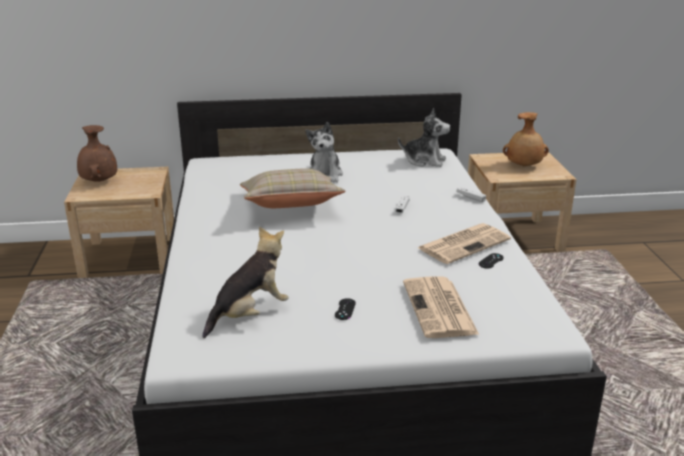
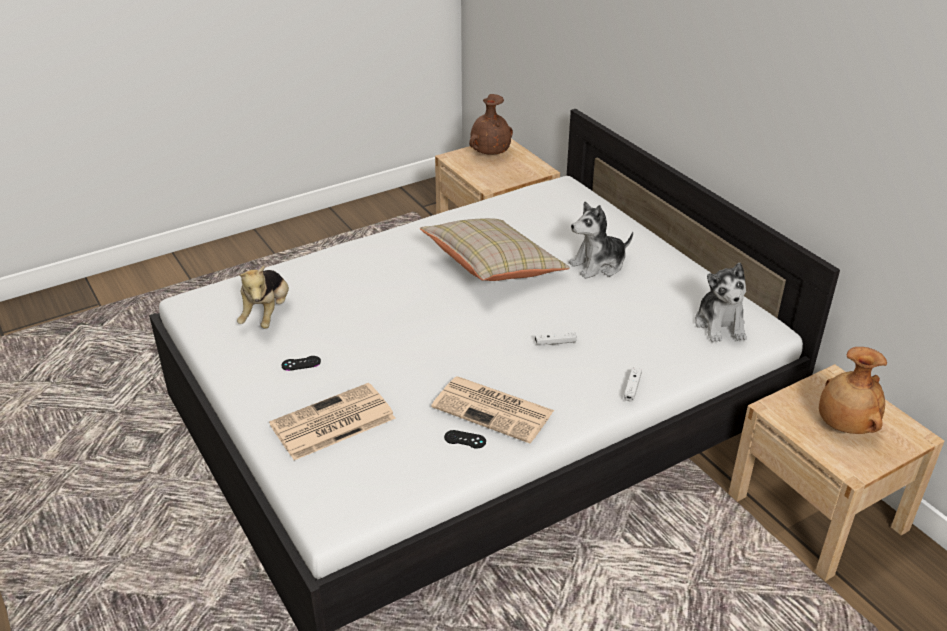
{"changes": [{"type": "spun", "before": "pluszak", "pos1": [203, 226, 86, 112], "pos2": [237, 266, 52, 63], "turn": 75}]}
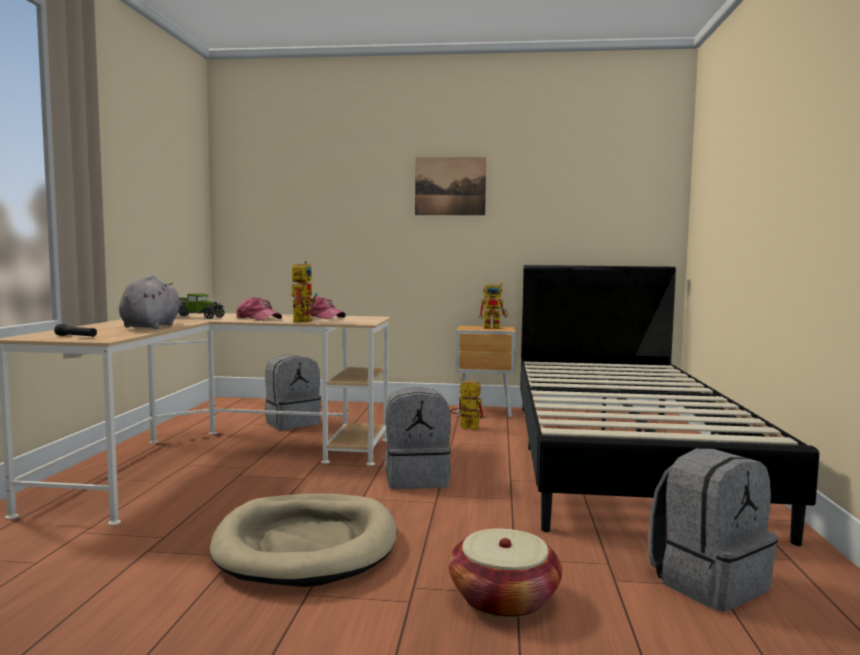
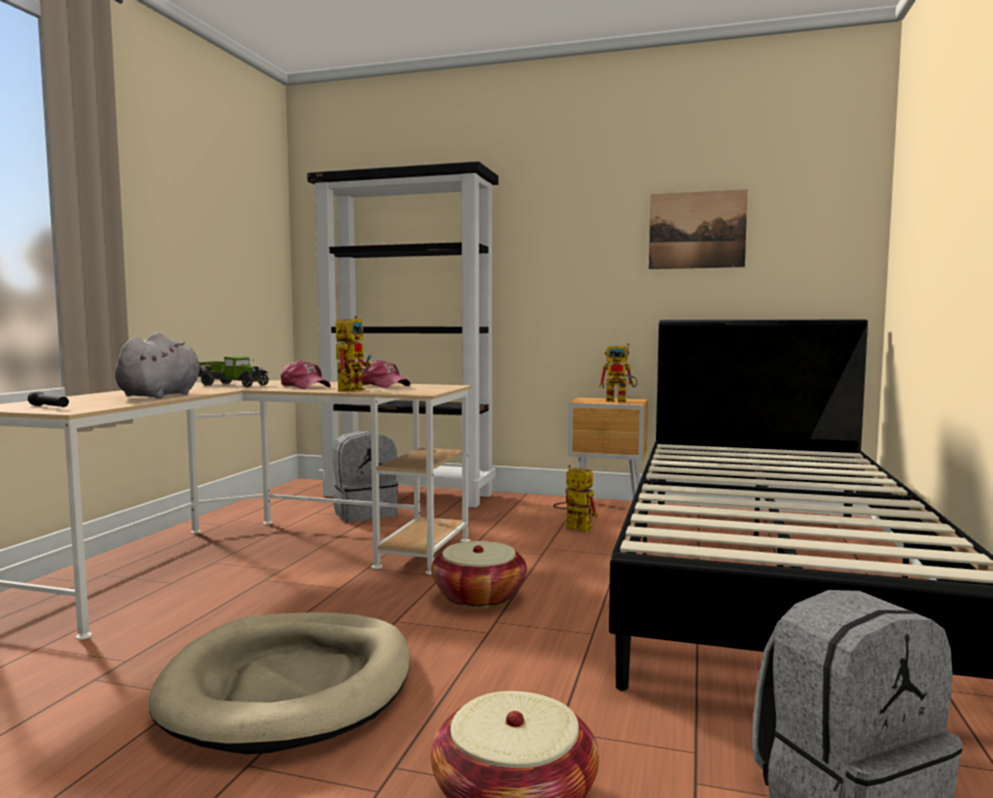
{"changes": [{"type": "appeared", "after": "regał (czarny)", "pos2": [307, 161, 191, 346]}, {"type": "exchanged", "before": "plecak (szary)", "after": "koszyk", "pos1": [385, 387, 67, 102], "pos2": [431, 541, 96, 68]}, {"type": "relocated", "before": "obraz", "pos1": [415, 157, 71, 58], "pos2": [649, 189, 99, 80]}]}
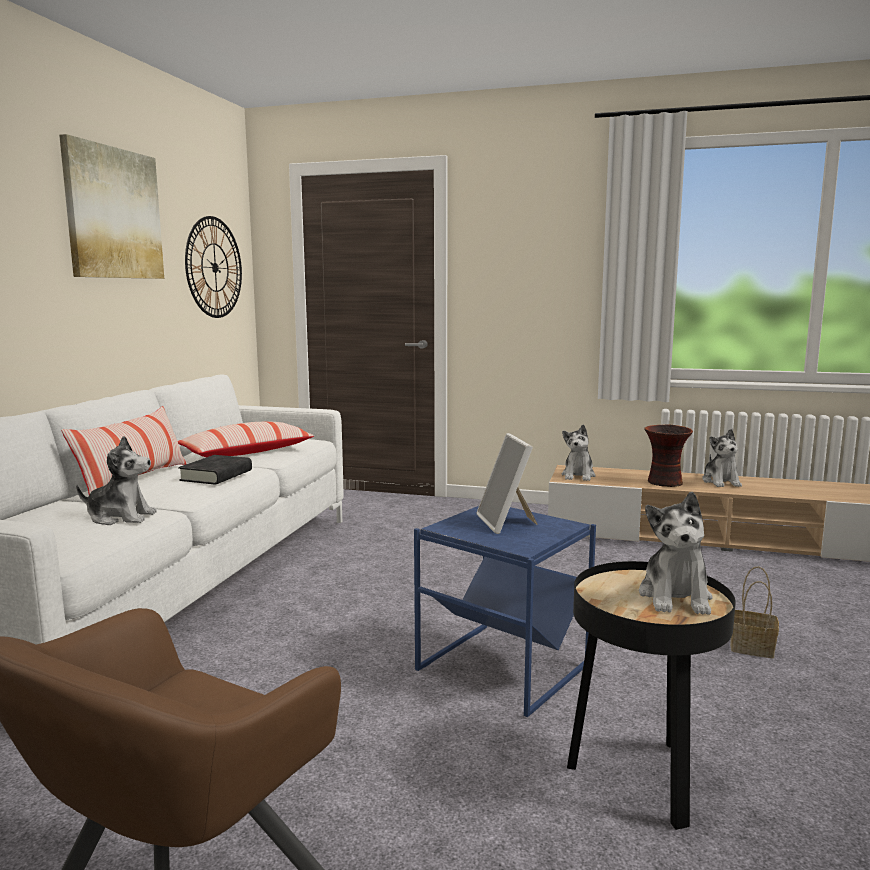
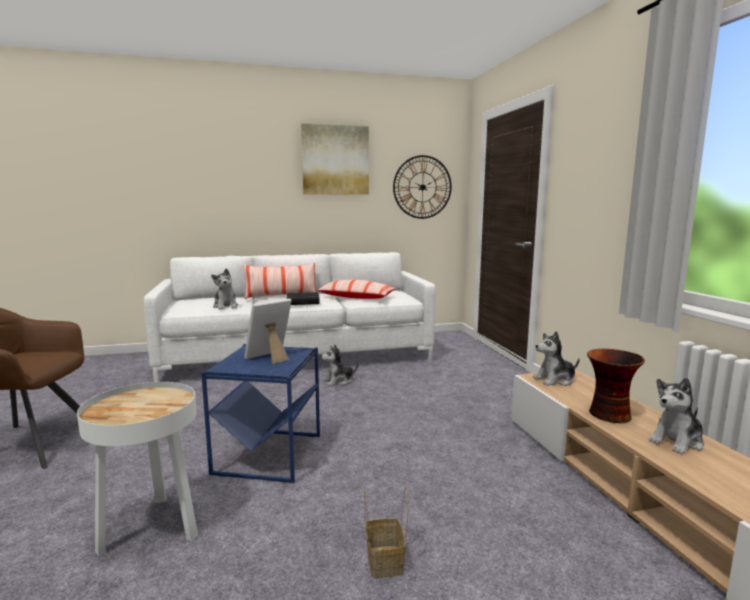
{"changes": [{"type": "colour", "before": "stolik (czarny)", "after": "stolik (biały)", "pos1": [567, 561, 169, 269], "pos2": [77, 382, 121, 175]}, {"type": "relocated", "before": "pluszak", "pos1": [639, 492, 74, 123], "pos2": [321, 344, 37, 42]}]}
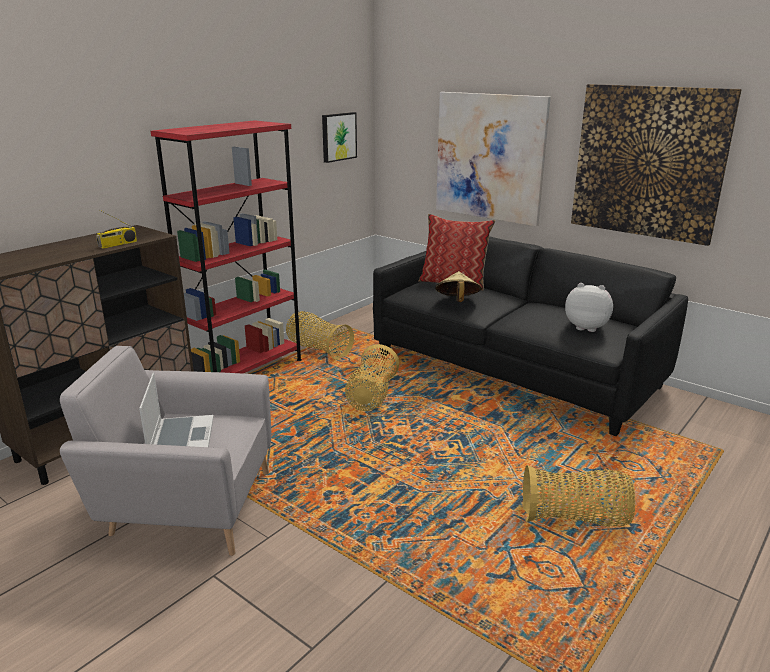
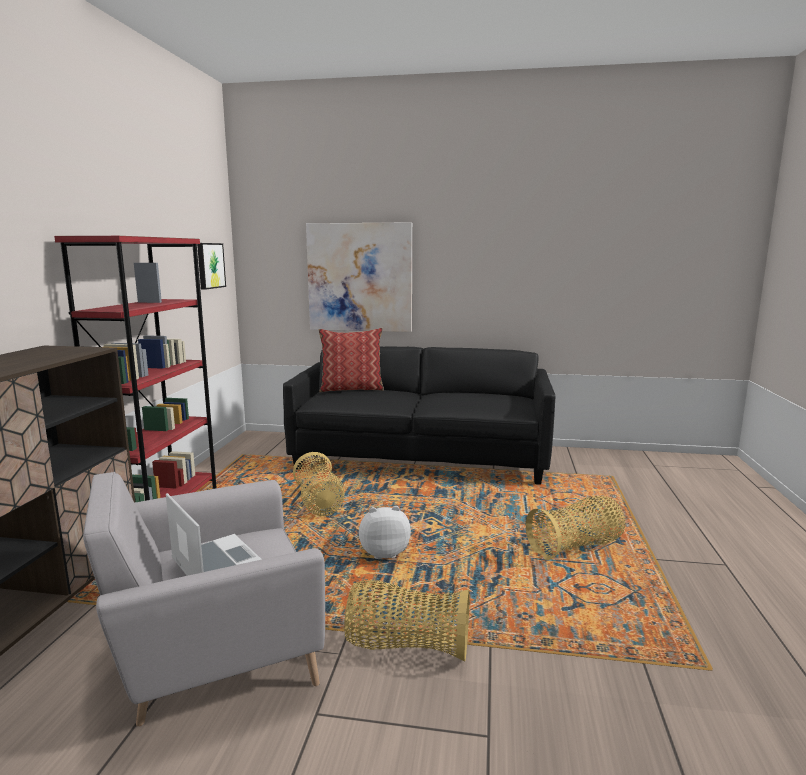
{"changes": [{"type": "relocated", "before": "koszyk", "pos1": [286, 311, 68, 49], "pos2": [344, 581, 126, 80]}, {"type": "relocated", "before": "pluszak", "pos1": [565, 283, 48, 49], "pos2": [359, 506, 52, 53]}, {"type": "missing", "before": "radio", "pos1": [96, 210, 41, 39]}, {"type": "missing", "before": "kapelusz (beżowy)", "pos1": [435, 271, 47, 31]}, {"type": "missing", "before": "obraz", "pos1": [571, 84, 171, 162]}]}
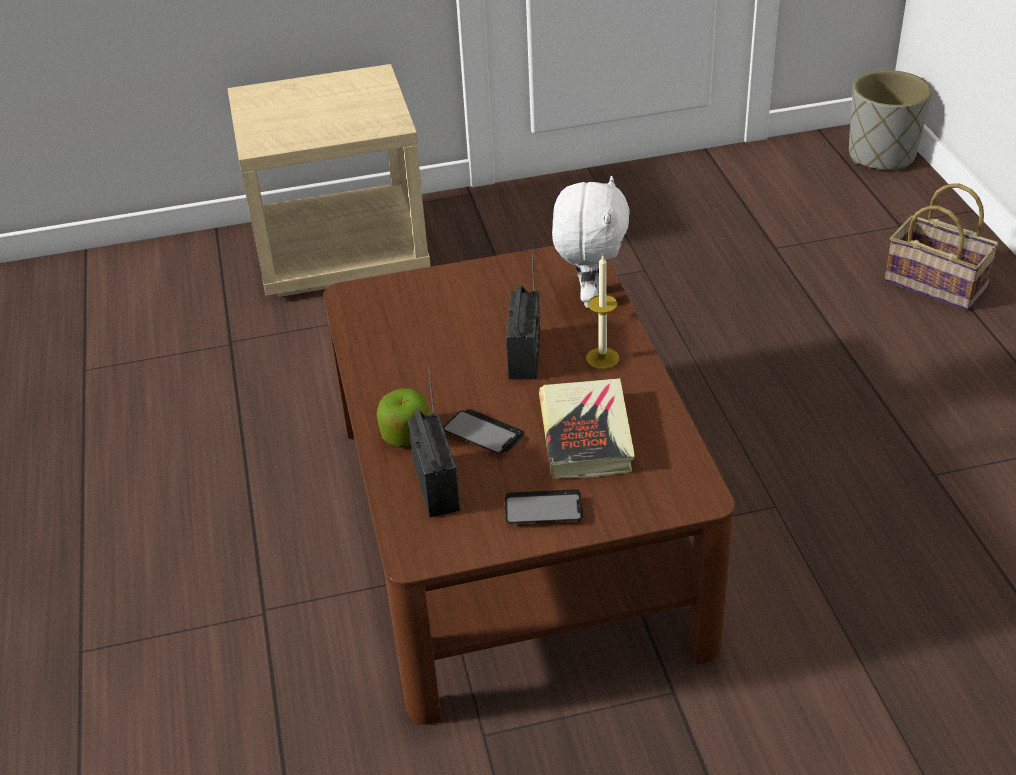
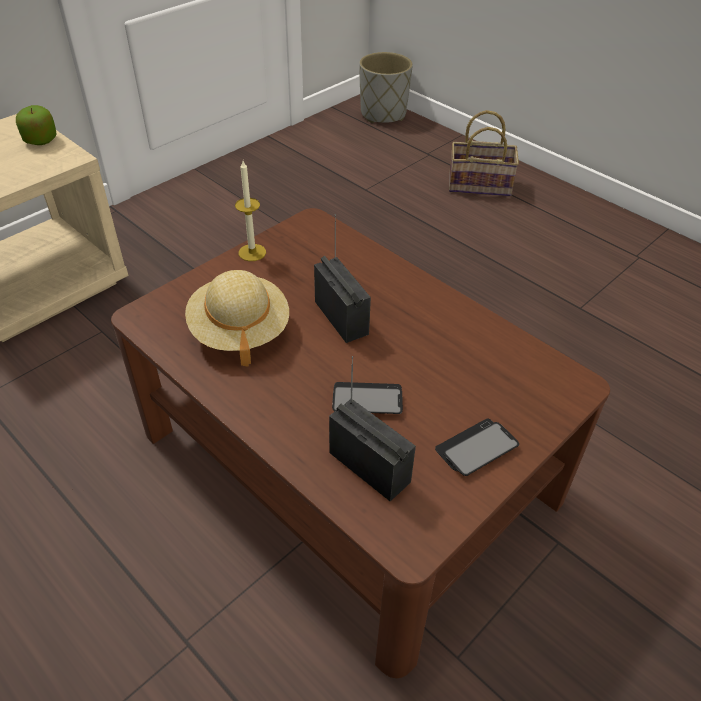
{"changes": [{"type": "relocated", "before": "jabłko", "pos1": [377, 388, 52, 58], "pos2": [16, 105, 41, 40]}, {"type": "appeared", "after": "kapelusz (beżowy)", "pos2": [185, 270, 104, 97]}, {"type": "relocated", "before": "świeca", "pos1": [586, 256, 33, 113], "pos2": [235, 161, 31, 100]}, {"type": "missing", "before": "książka", "pos1": [539, 378, 96, 101]}, {"type": "missing", "before": "pluszak (biały)", "pos1": [552, 176, 78, 132]}]}
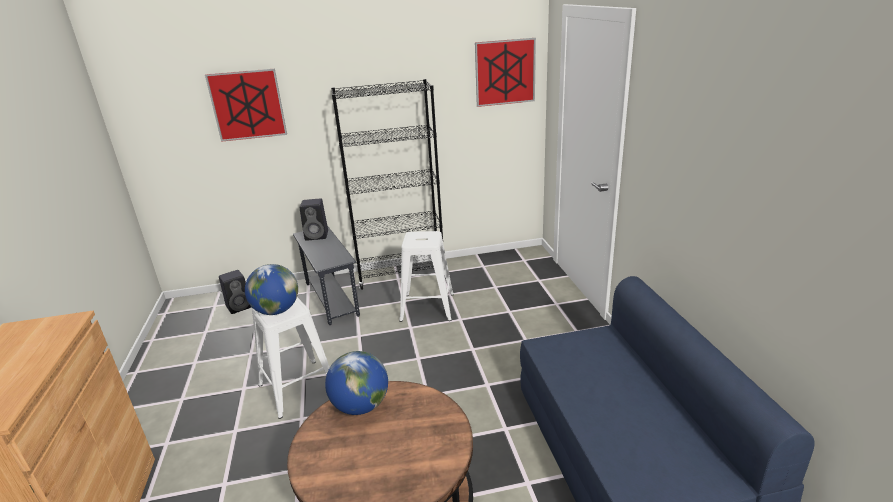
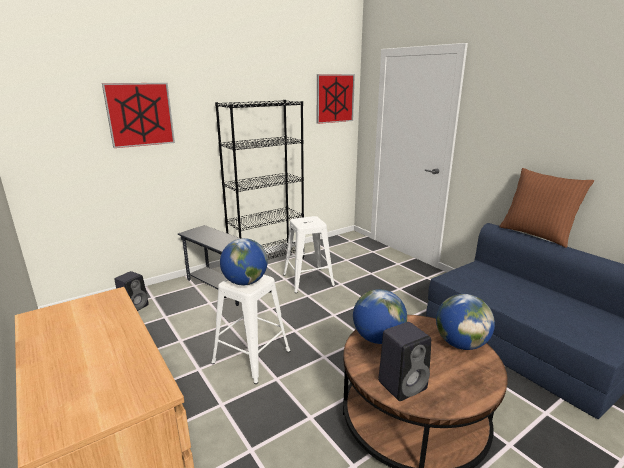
{"changes": [{"type": "relocated", "before": "głośnik (czarny)", "pos1": [300, 199, 28, 42], "pos2": [378, 322, 53, 79]}, {"type": "appeared", "after": "globus", "pos2": [436, 294, 59, 56]}, {"type": "appeared", "after": "poduszka (brązowy)", "pos2": [499, 168, 95, 80]}]}
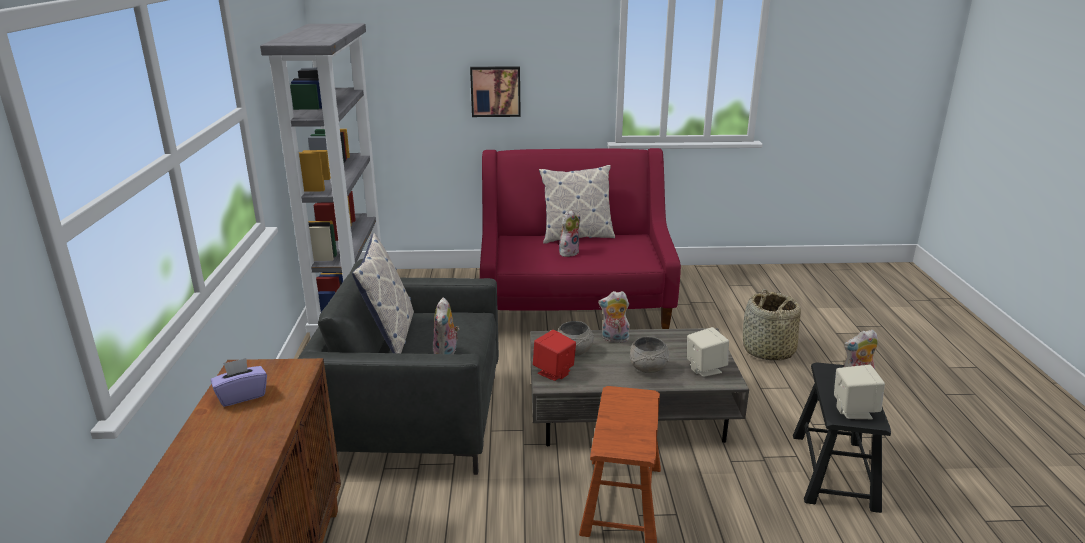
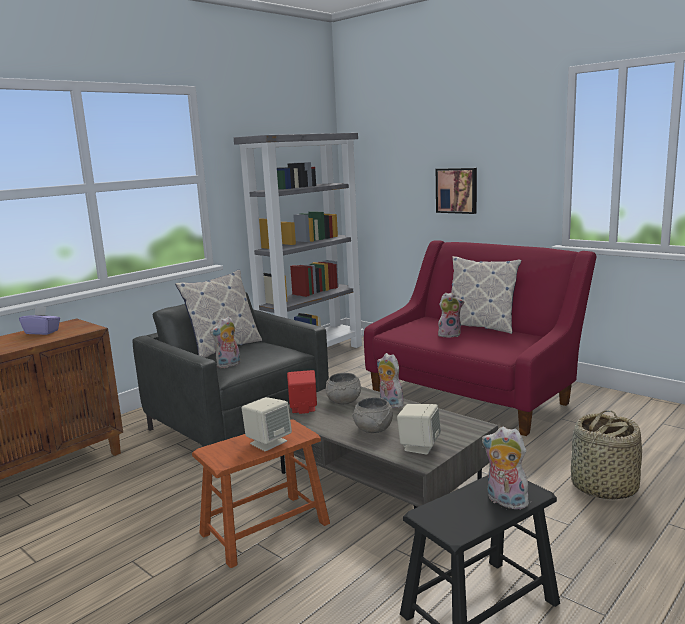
{"changes": [{"type": "relocated", "before": "głośnik (beżowy)", "pos1": [834, 365, 51, 54], "pos2": [242, 397, 50, 54]}]}
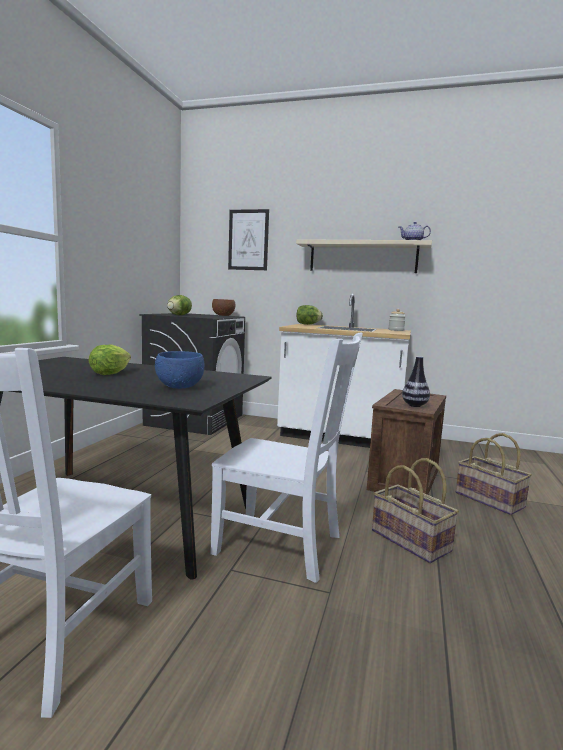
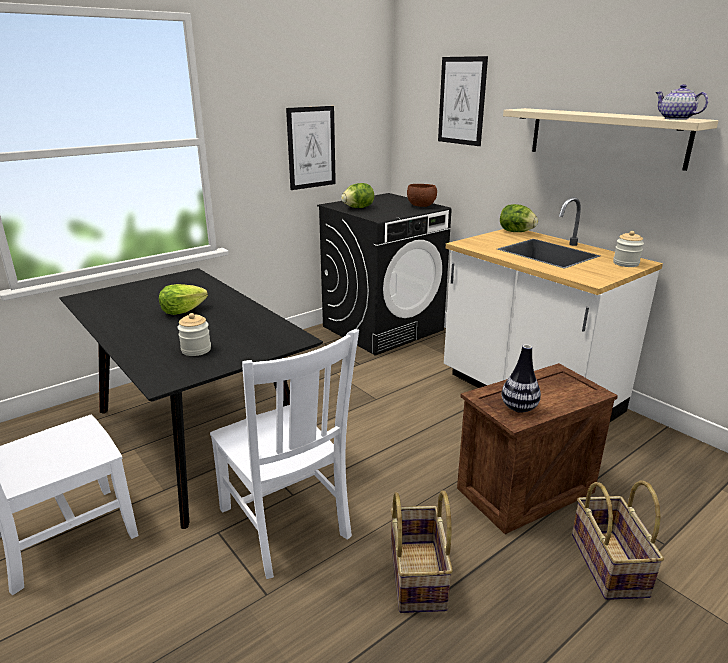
{"changes": [{"type": "exchanged", "before": "miska (niebieski)", "after": "słoik", "pos1": [155, 351, 49, 38], "pos2": [177, 313, 34, 43]}, {"type": "appeared", "after": "obraz", "pos2": [286, 106, 50, 84]}]}
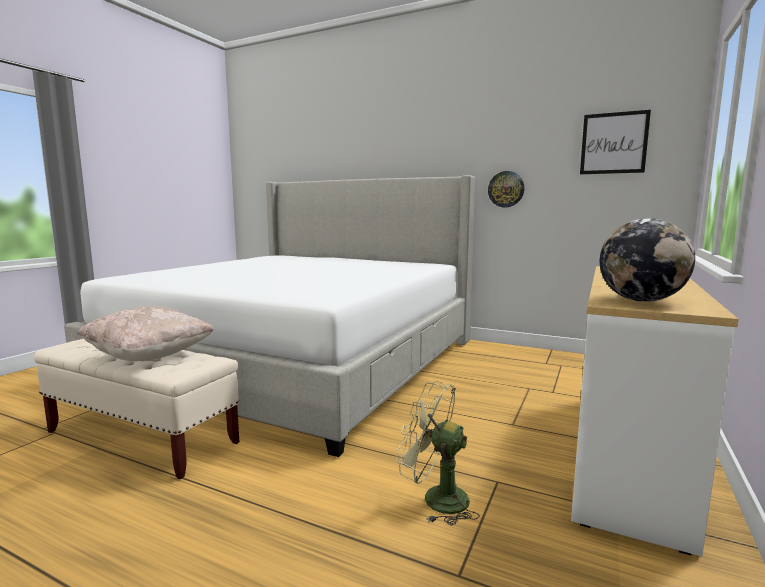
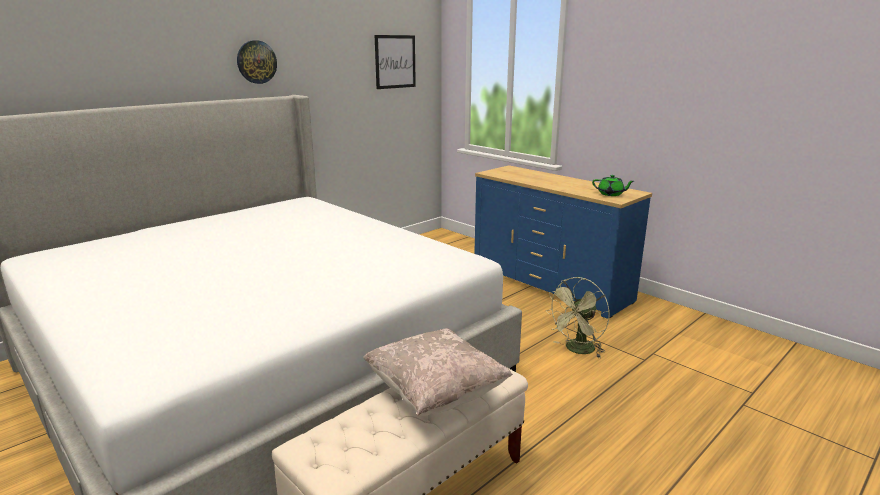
{"changes": [{"type": "relocated", "before": "zegar ścienny", "pos1": [488, 171, 36, 36], "pos2": [237, 40, 40, 44]}, {"type": "colour", "before": "komoda (biały)", "after": "komoda (niebieski)", "pos1": [571, 266, 168, 291], "pos2": [474, 165, 178, 154]}, {"type": "exchanged", "before": "globus", "after": "imbryk (zielony)", "pos1": [600, 218, 95, 84], "pos2": [592, 175, 42, 21]}]}
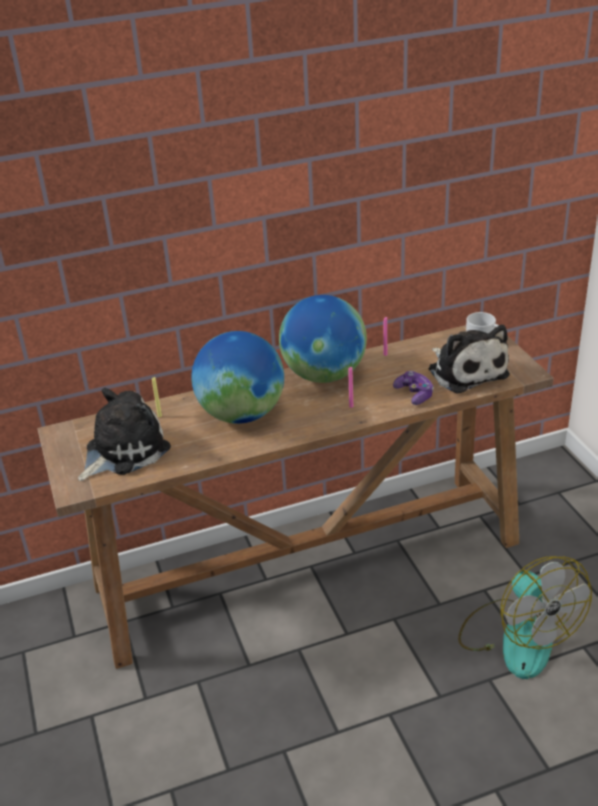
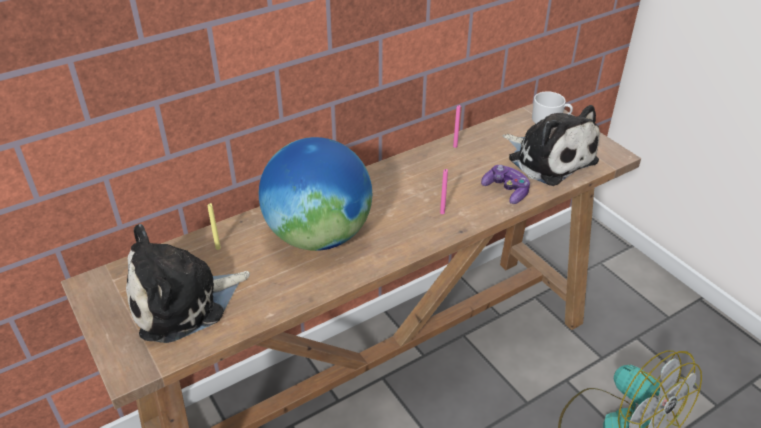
{"changes": [{"type": "spun", "before": "pluszak", "pos1": [78, 388, 93, 93], "pos2": [126, 224, 124, 119], "turn": -150}, {"type": "missing", "before": "globus", "pos1": [279, 295, 88, 88]}]}
